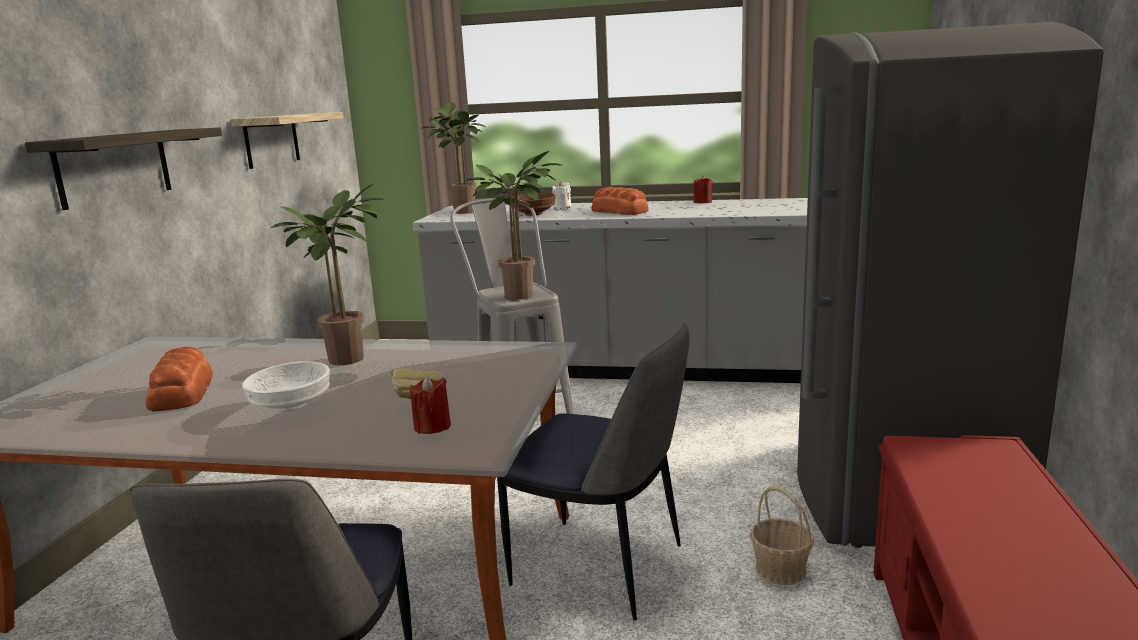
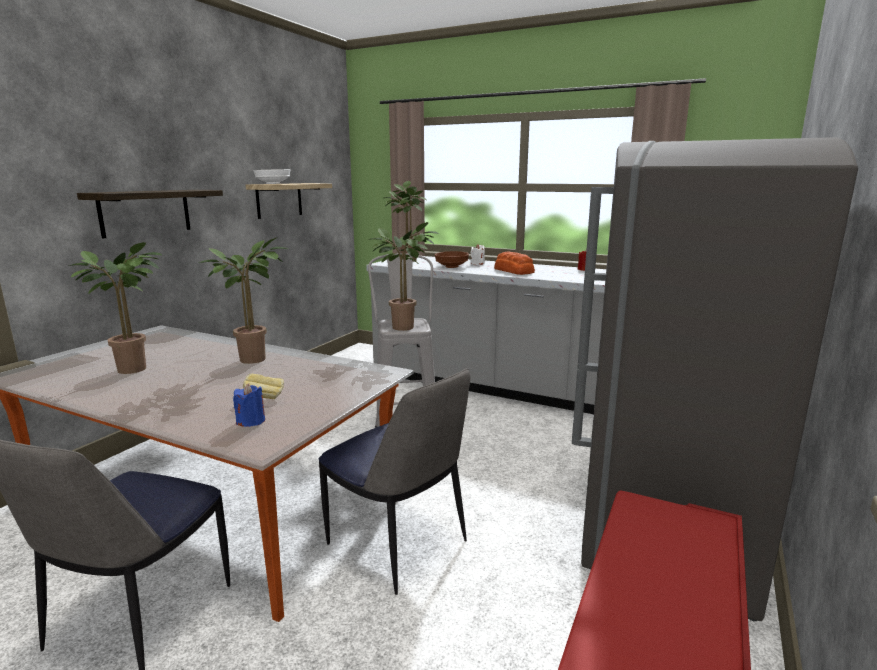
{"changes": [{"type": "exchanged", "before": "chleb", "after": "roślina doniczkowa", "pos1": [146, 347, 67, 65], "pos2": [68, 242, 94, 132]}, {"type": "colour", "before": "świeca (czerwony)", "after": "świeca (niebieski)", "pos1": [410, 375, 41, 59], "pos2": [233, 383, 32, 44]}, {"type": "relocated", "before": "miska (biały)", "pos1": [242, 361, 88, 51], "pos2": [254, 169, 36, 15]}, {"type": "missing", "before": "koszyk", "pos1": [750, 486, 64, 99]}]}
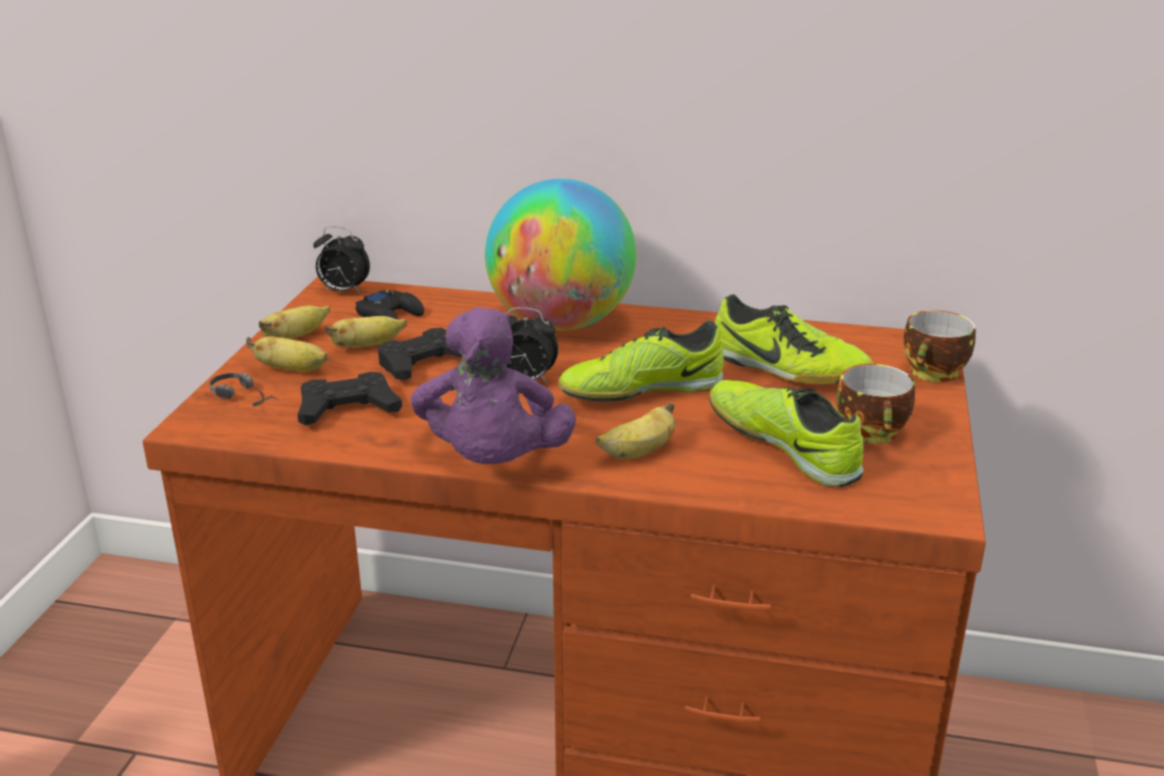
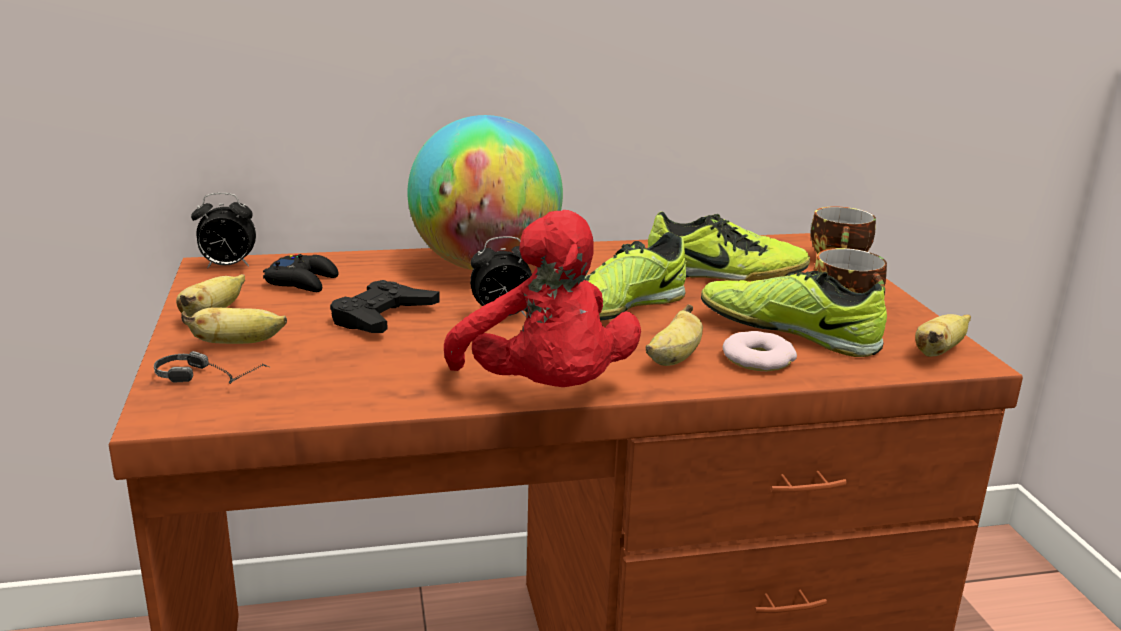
{"changes": [{"type": "colour", "before": "pluszak (fioletowy)", "after": "pluszak (czerwony)", "pos1": [411, 307, 165, 157], "pos2": [444, 210, 197, 177]}, {"type": "appeared", "after": "donut", "pos2": [722, 331, 75, 40]}, {"type": "relocated", "before": "banan", "pos1": [325, 316, 82, 32], "pos2": [915, 314, 56, 43]}, {"type": "missing", "before": "pad do gier (czarny)", "pos1": [298, 372, 104, 53]}]}
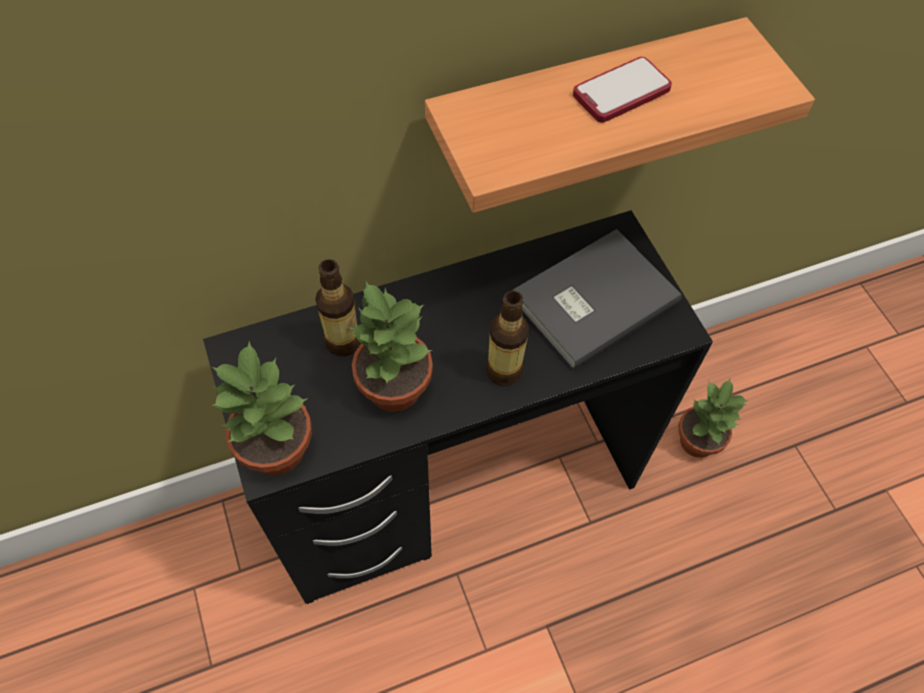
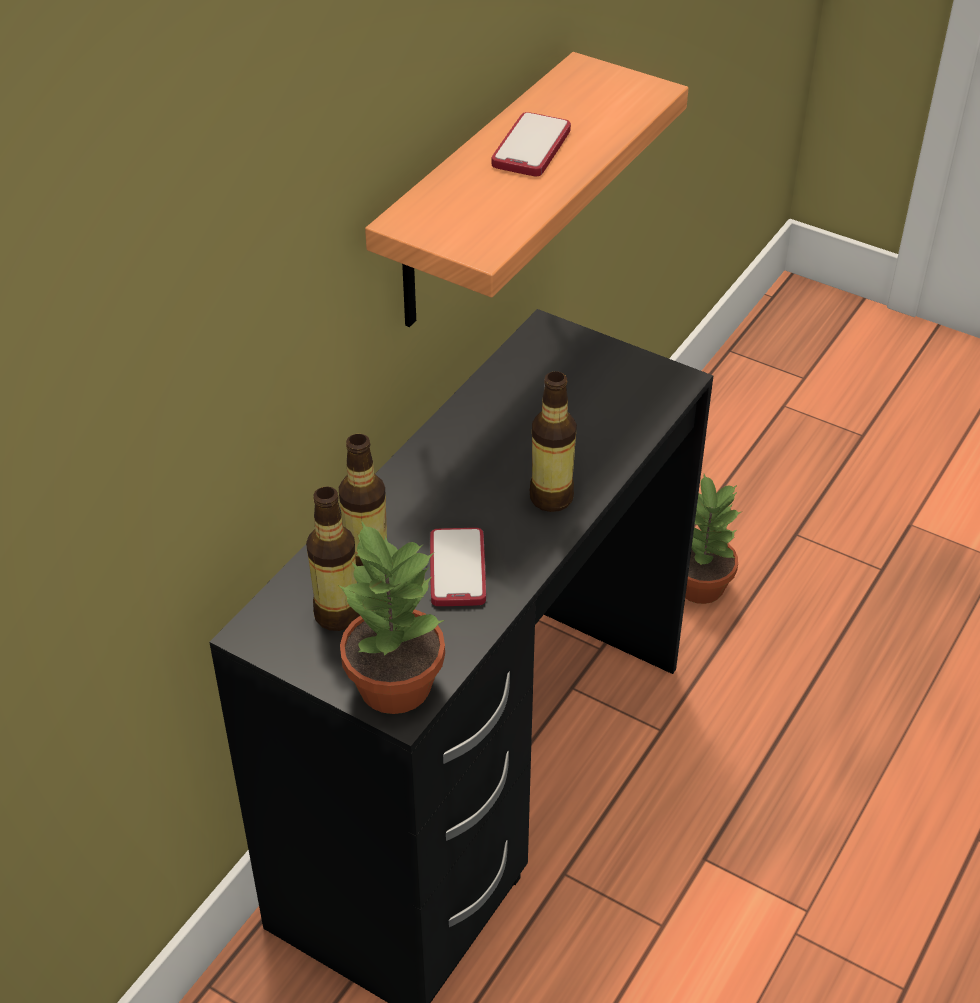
{"changes": [{"type": "appeared", "after": "butelka", "pos2": [306, 486, 54, 145]}, {"type": "exchanged", "before": "roślina doniczkowa", "after": "telefon", "pos1": [349, 280, 84, 132], "pos2": [430, 528, 56, 78]}, {"type": "missing", "before": "książka (szary)", "pos1": [512, 229, 170, 140]}]}
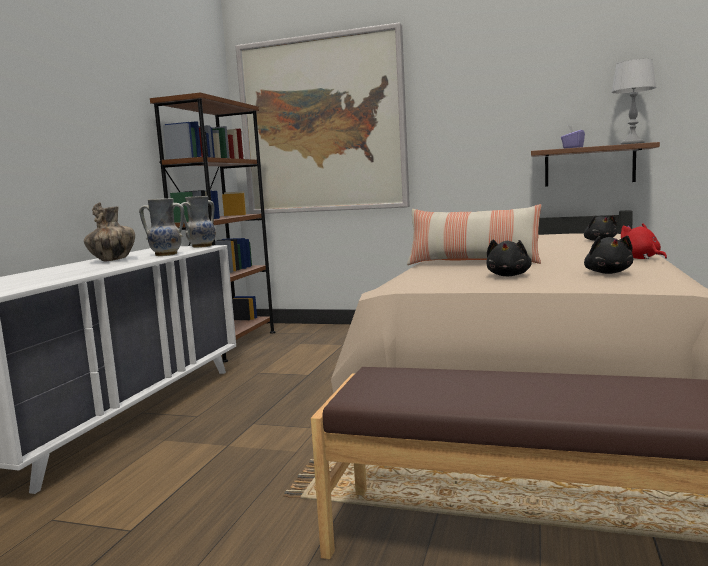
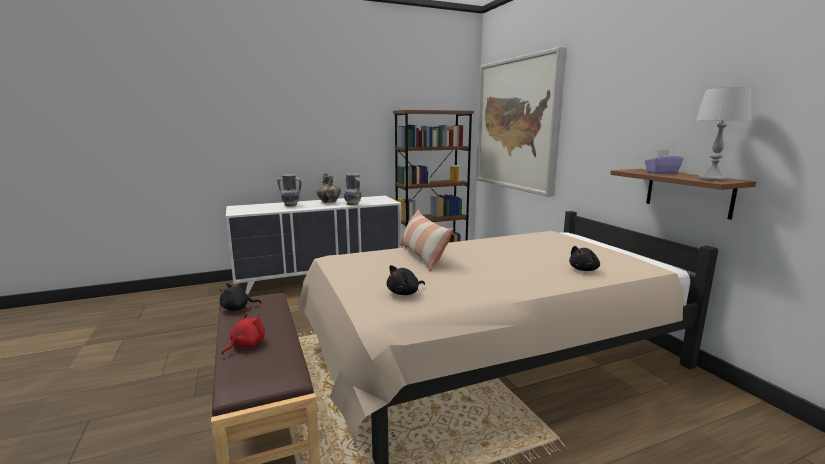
{"changes": [{"type": "relocated", "before": "pluszak (czarny)", "pos1": [486, 240, 46, 36], "pos2": [219, 283, 43, 28]}, {"type": "relocated", "before": "pluszak (czerwony)", "pos1": [621, 223, 46, 36], "pos2": [221, 312, 44, 43]}, {"type": "relocated", "before": "wazon", "pos1": [181, 196, 35, 52], "pos2": [278, 174, 23, 32]}]}
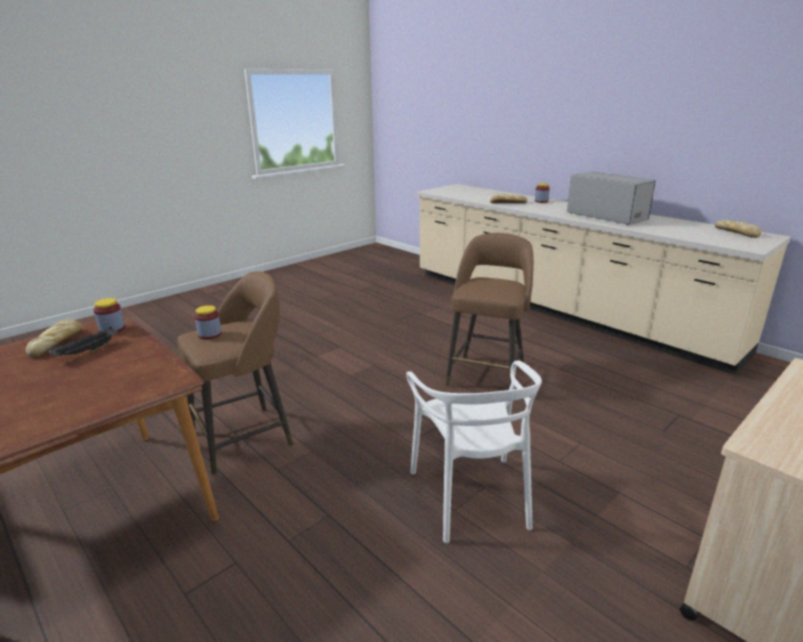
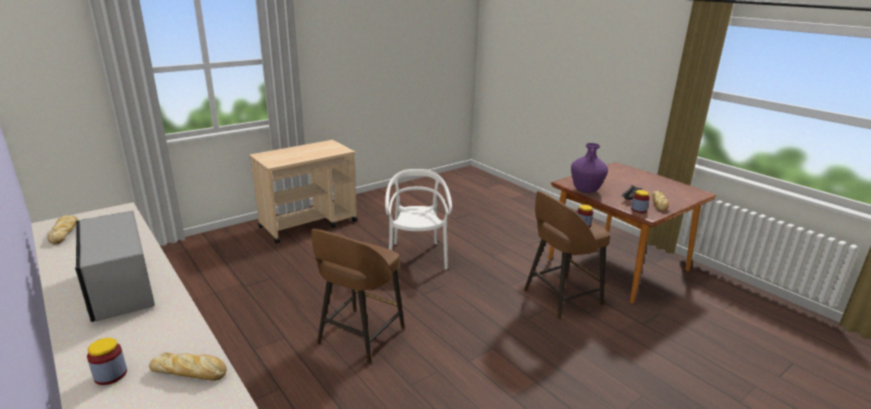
{"changes": [{"type": "appeared", "after": "wazon (fioletowy)", "pos2": [571, 143, 37, 50]}]}
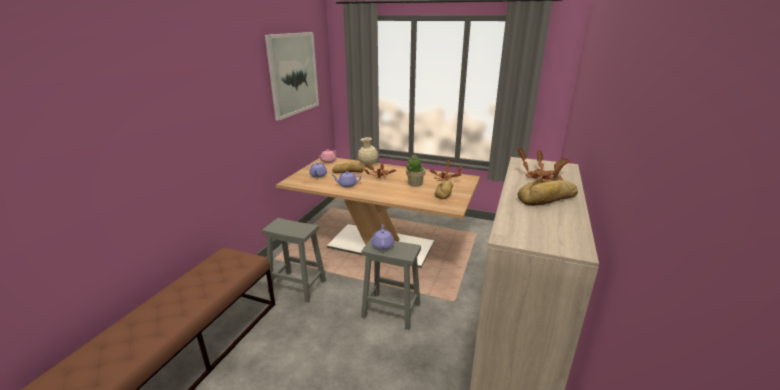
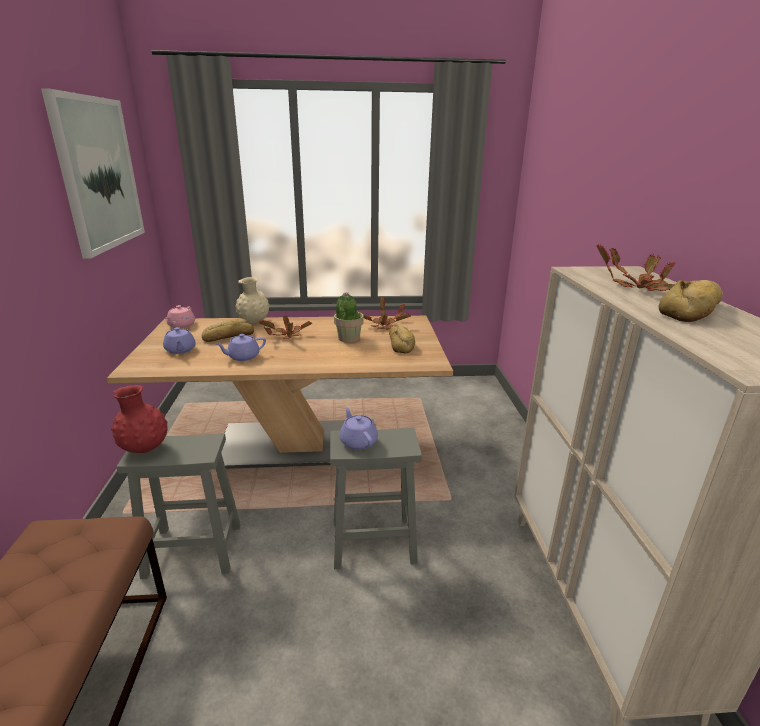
{"changes": [{"type": "appeared", "after": "wazon (czerwony)", "pos2": [111, 385, 56, 68]}]}
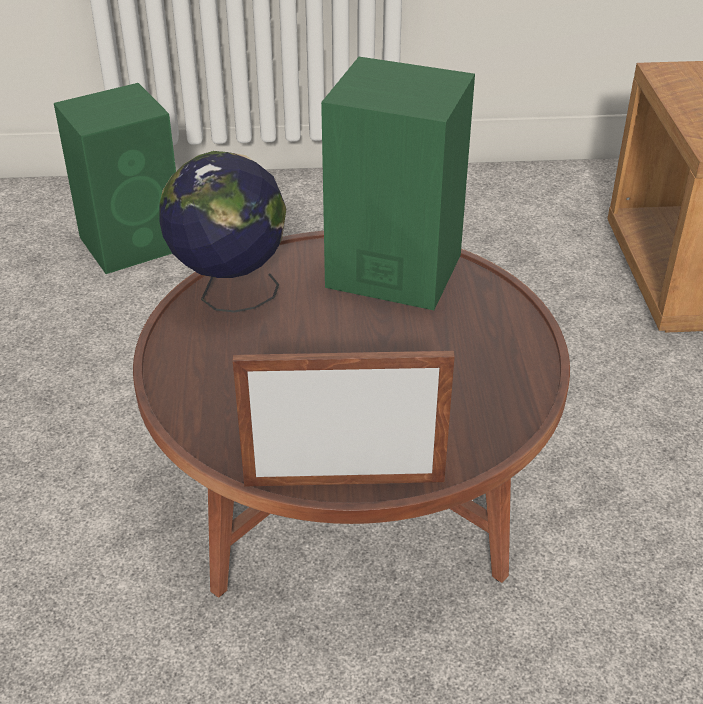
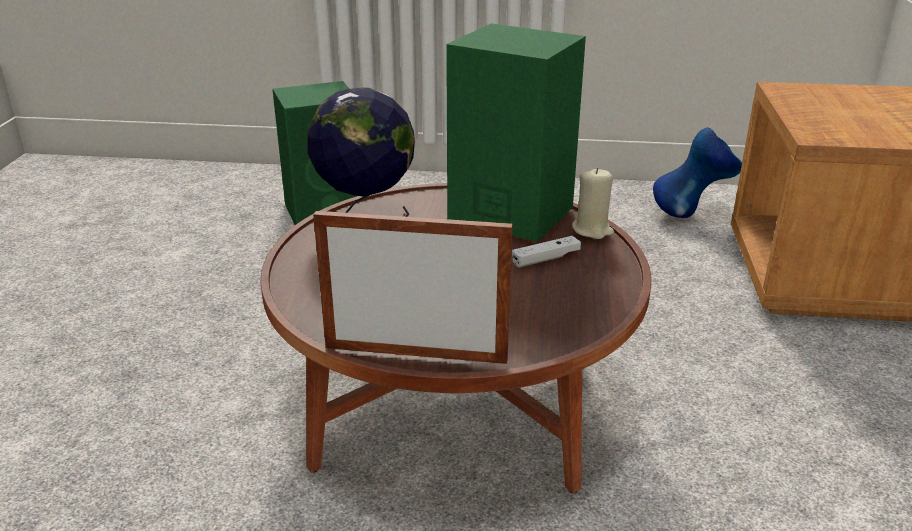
{"changes": [{"type": "appeared", "after": "pad do gier (biały)", "pos2": [512, 236, 69, 32]}, {"type": "appeared", "after": "świeca (beżowy)", "pos2": [572, 168, 42, 71]}, {"type": "appeared", "after": "wazon (niebieski)", "pos2": [653, 128, 89, 90]}]}
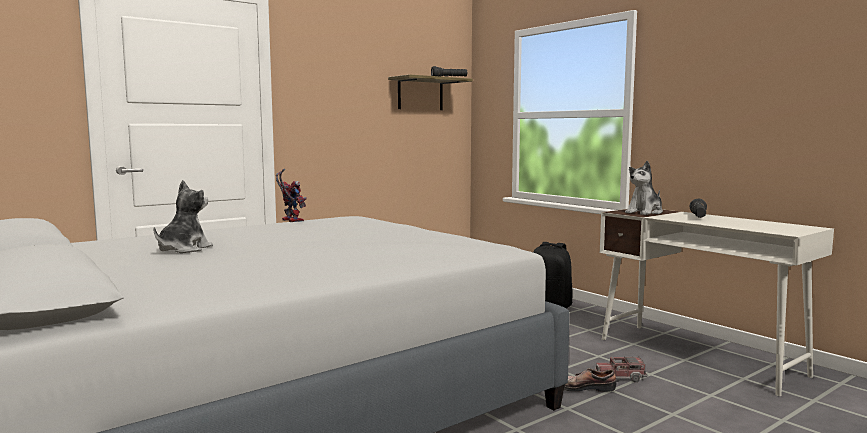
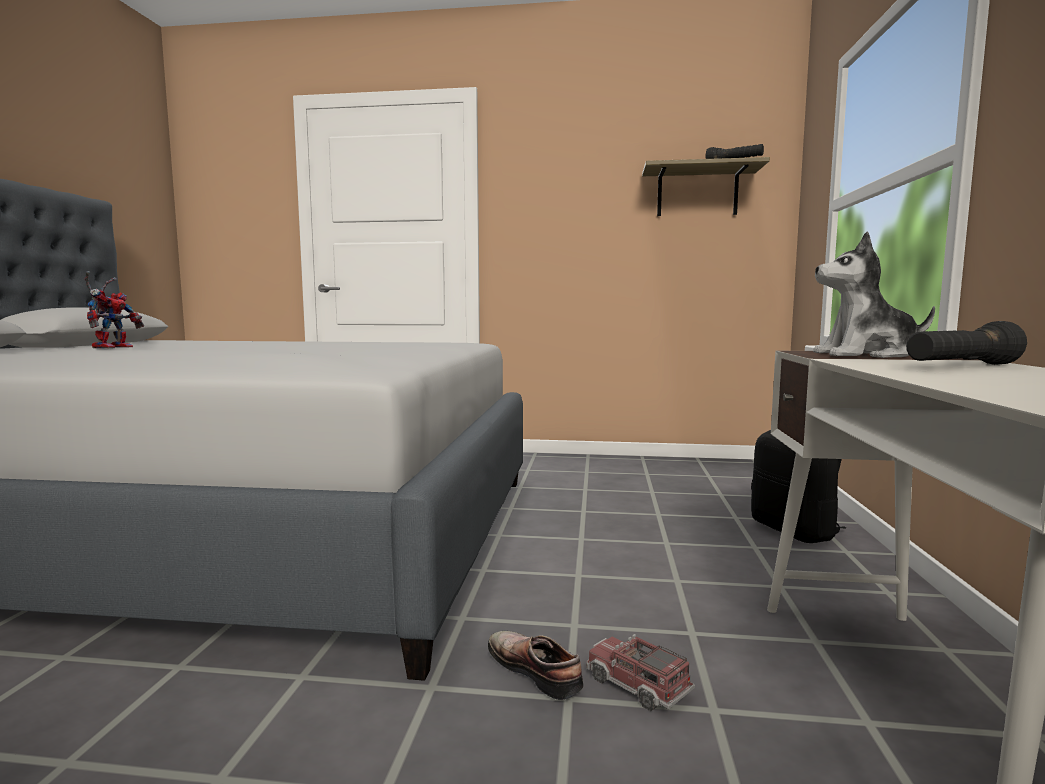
{"changes": [{"type": "relocated", "before": "robot zabawkowy", "pos1": [276, 169, 31, 53], "pos2": [85, 271, 59, 78]}, {"type": "missing", "before": "pluszak", "pos1": [153, 180, 60, 73]}]}
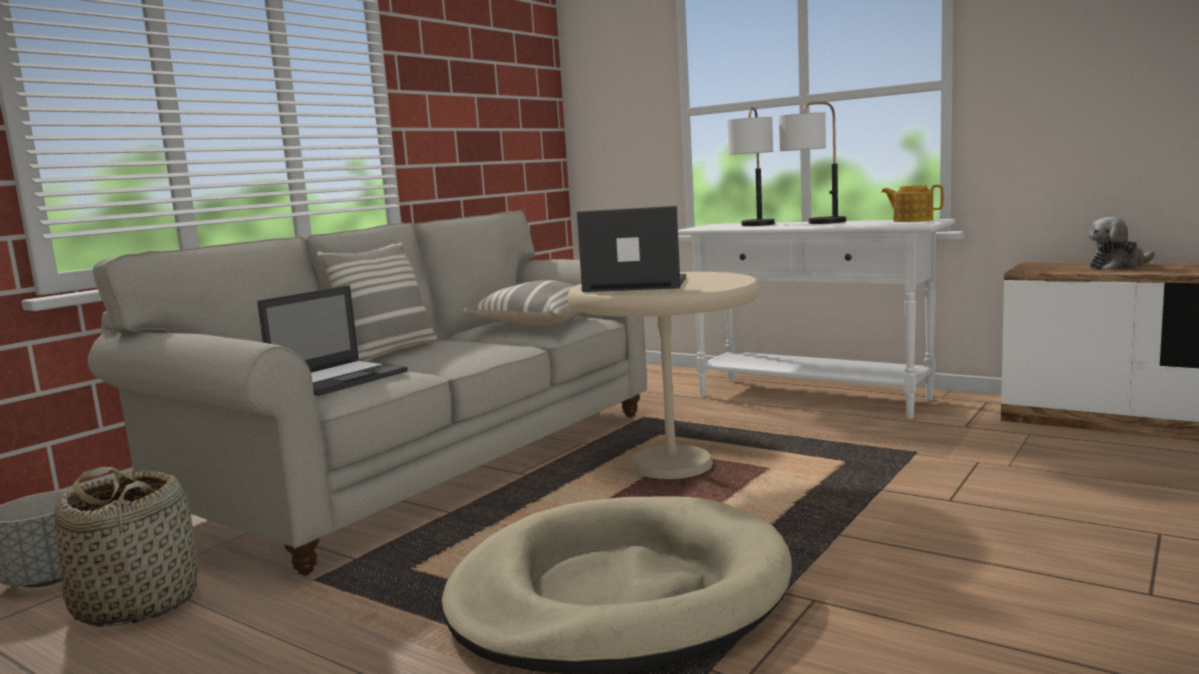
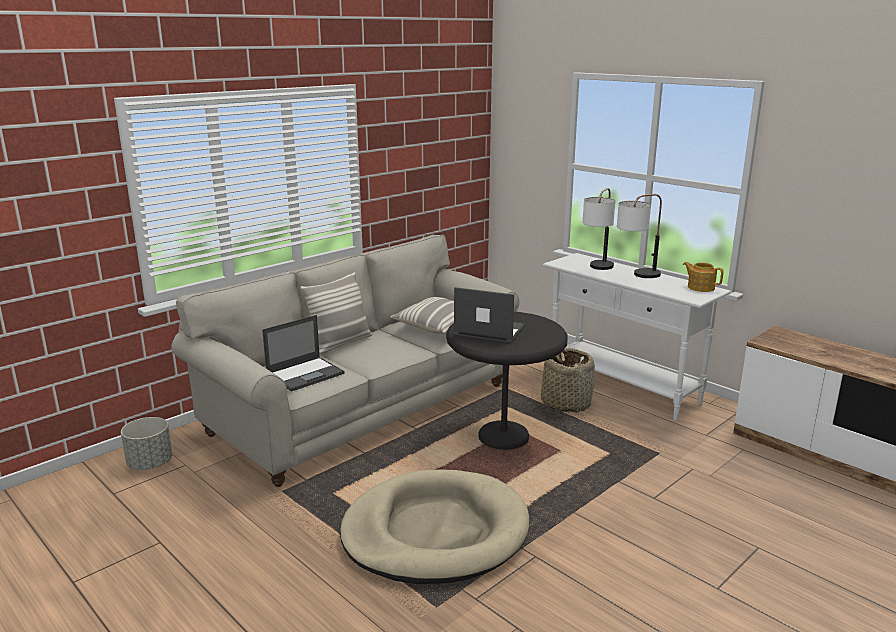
{"changes": [{"type": "colour", "before": "stolik (beżowy)", "after": "stolik (czarny)", "pos1": [568, 272, 192, 207], "pos2": [446, 312, 122, 138]}, {"type": "relocated", "before": "koszyk", "pos1": [54, 467, 143, 160], "pos2": [541, 348, 54, 64]}, {"type": "missing", "before": "pluszak", "pos1": [1088, 217, 67, 53]}]}
